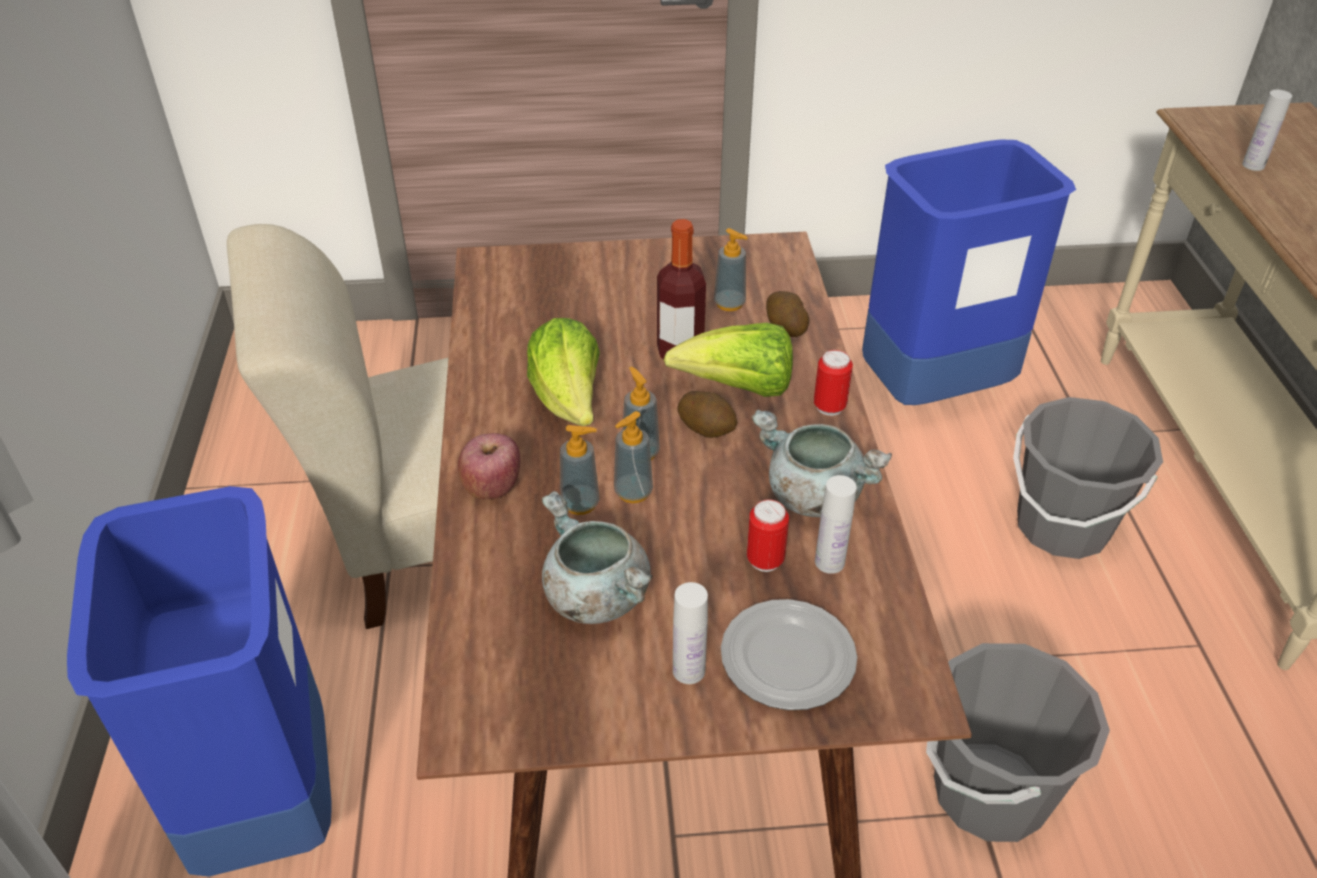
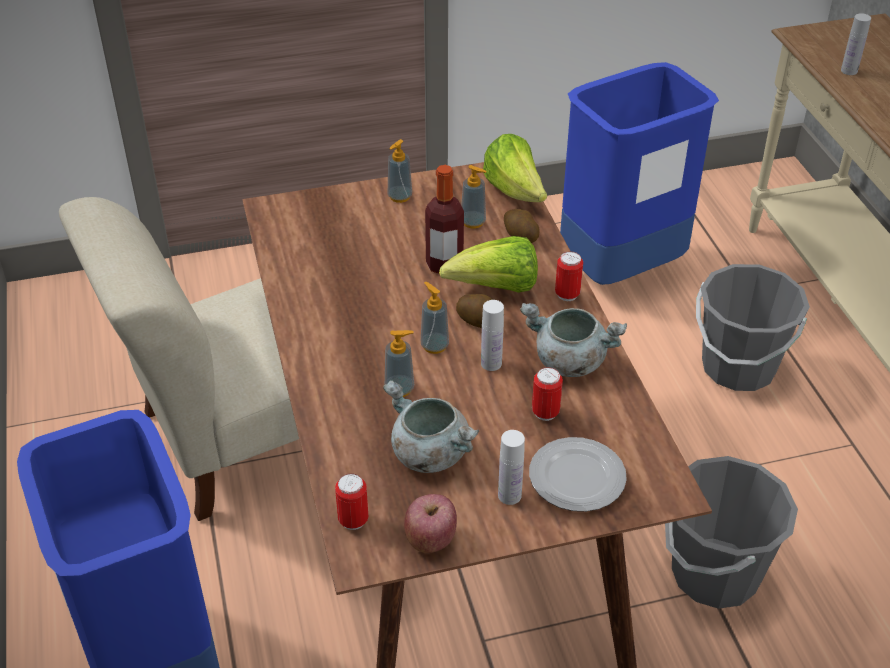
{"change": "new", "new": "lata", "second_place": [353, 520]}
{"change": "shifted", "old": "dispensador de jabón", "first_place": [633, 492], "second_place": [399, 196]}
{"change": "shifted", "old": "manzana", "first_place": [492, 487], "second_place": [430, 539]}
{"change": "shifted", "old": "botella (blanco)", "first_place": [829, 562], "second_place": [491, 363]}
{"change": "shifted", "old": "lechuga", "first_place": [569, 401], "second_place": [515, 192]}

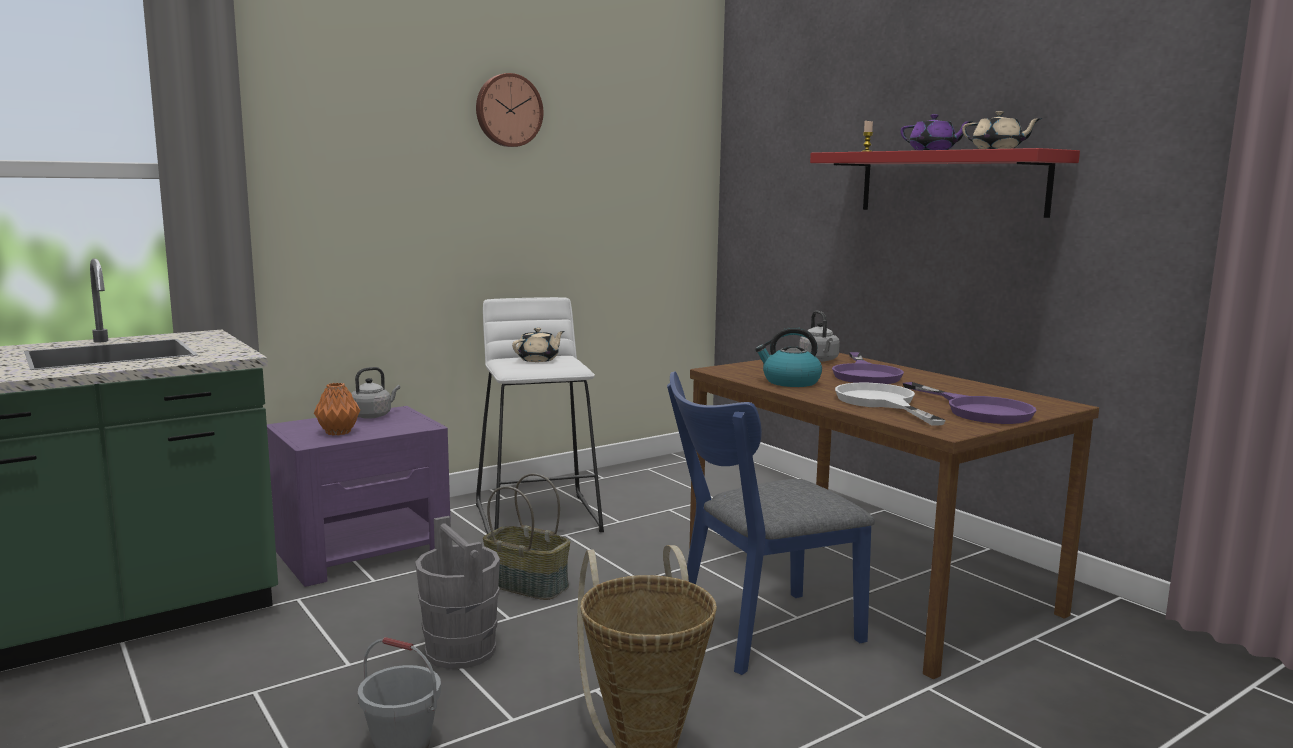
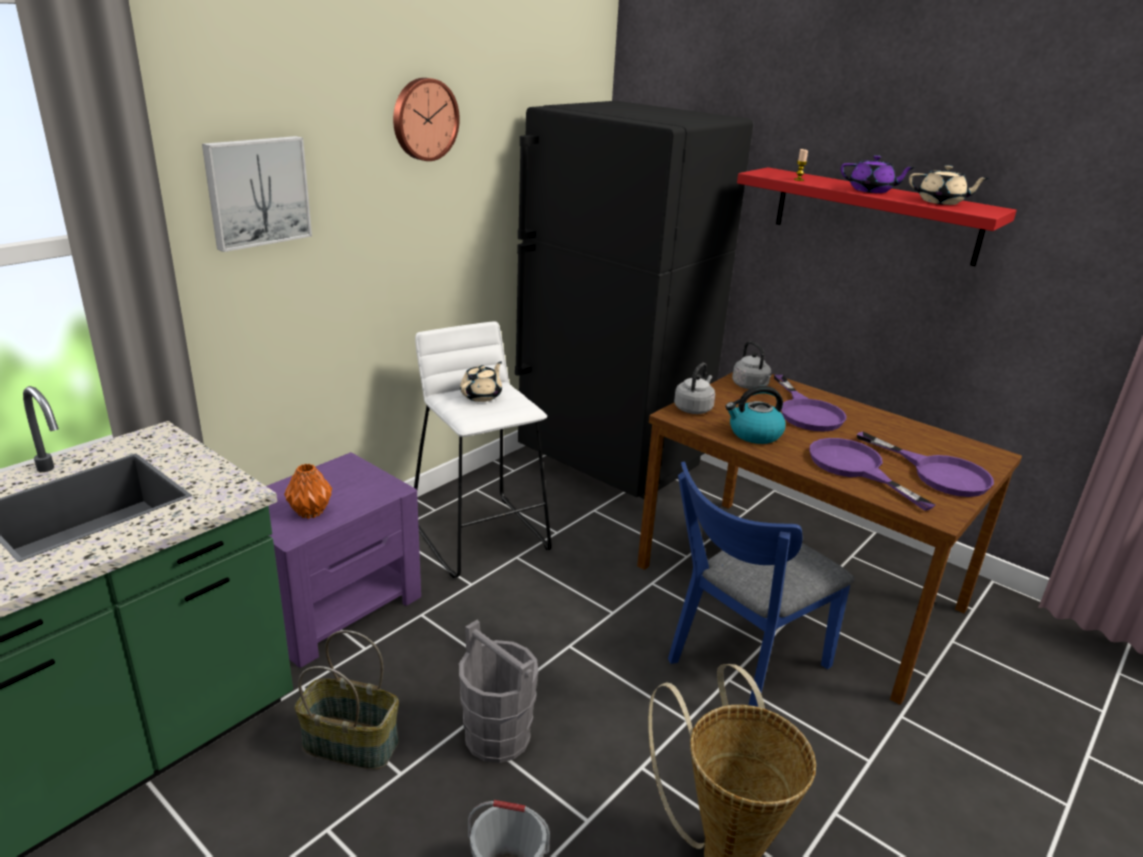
{"change": "new", "new": "cuadro", "second_place": [257, 191]}
{"change": "shifted", "old": "cesta", "first_place": [528, 585], "second_place": [352, 743]}
{"change": "new", "new": "nevera (negro)", "second_place": [611, 460]}
{"change": "shifted", "old": "hervidor (gris)", "first_place": [373, 415], "second_place": [694, 408]}
{"change": "repainted", "old": "sartén (blanco)", "new": "sartén (morado)", "first_place": [881, 403], "second_place": [854, 468]}

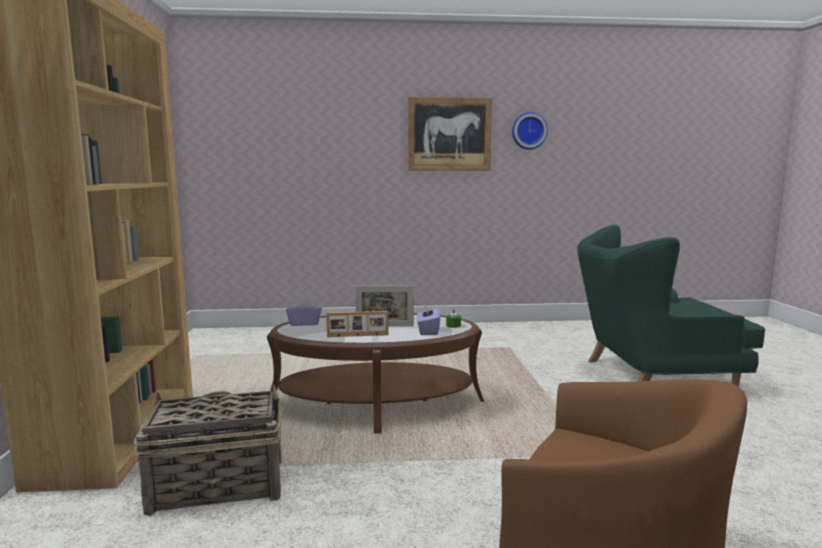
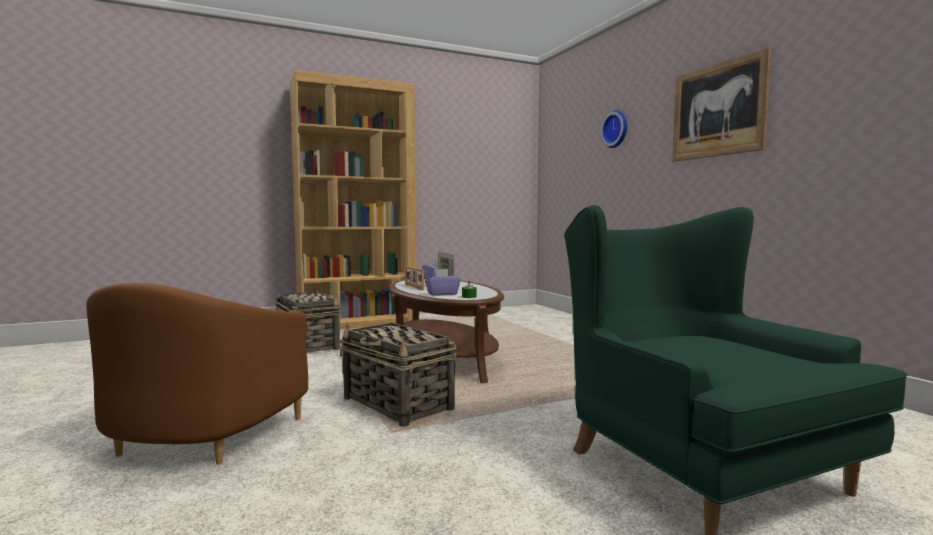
{"change": "new", "new": "cesta", "second_place": [398, 404]}
{"change": "shifted", "old": "reloj de pared", "first_place": [528, 131], "second_place": [616, 129]}

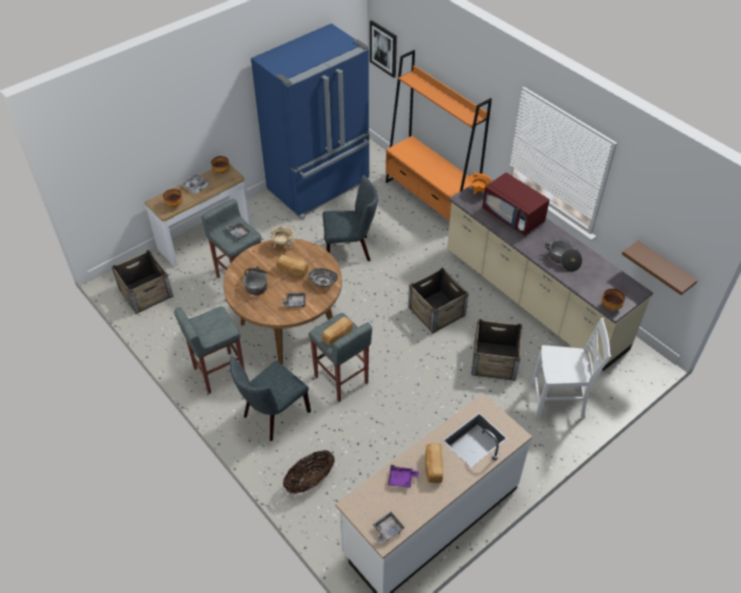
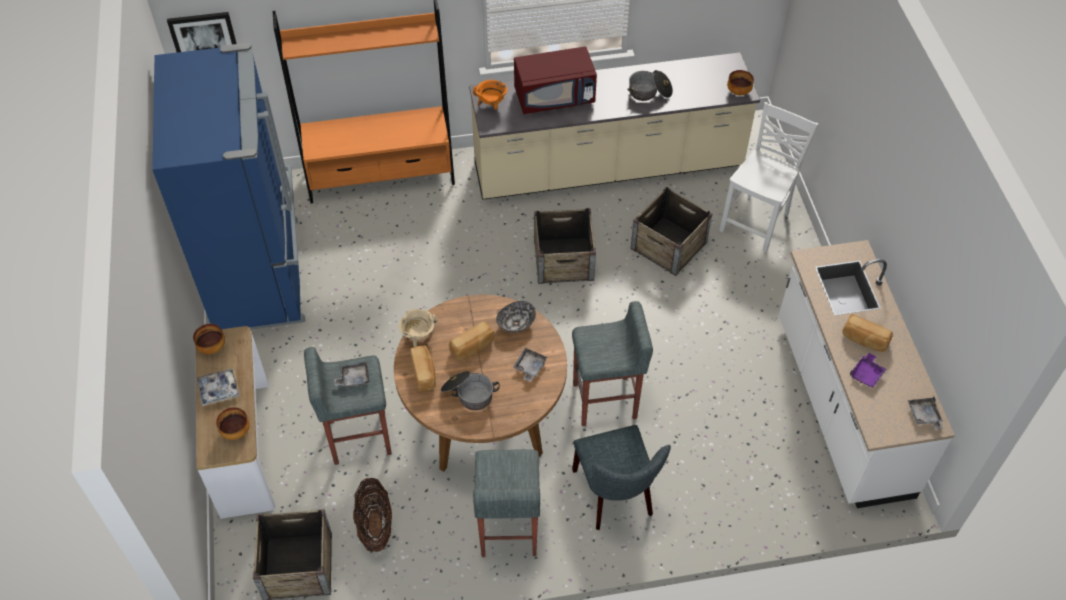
{"change": "shifted", "old": "cesta", "first_place": [310, 481], "second_place": [375, 525]}
{"change": "shifted", "old": "pan", "first_place": [338, 336], "second_place": [424, 373]}
{"change": "gone", "old": "silla (gris)", "first_place": [350, 249]}
{"change": "gone", "old": "estante (marrón)", "first_place": [664, 268]}

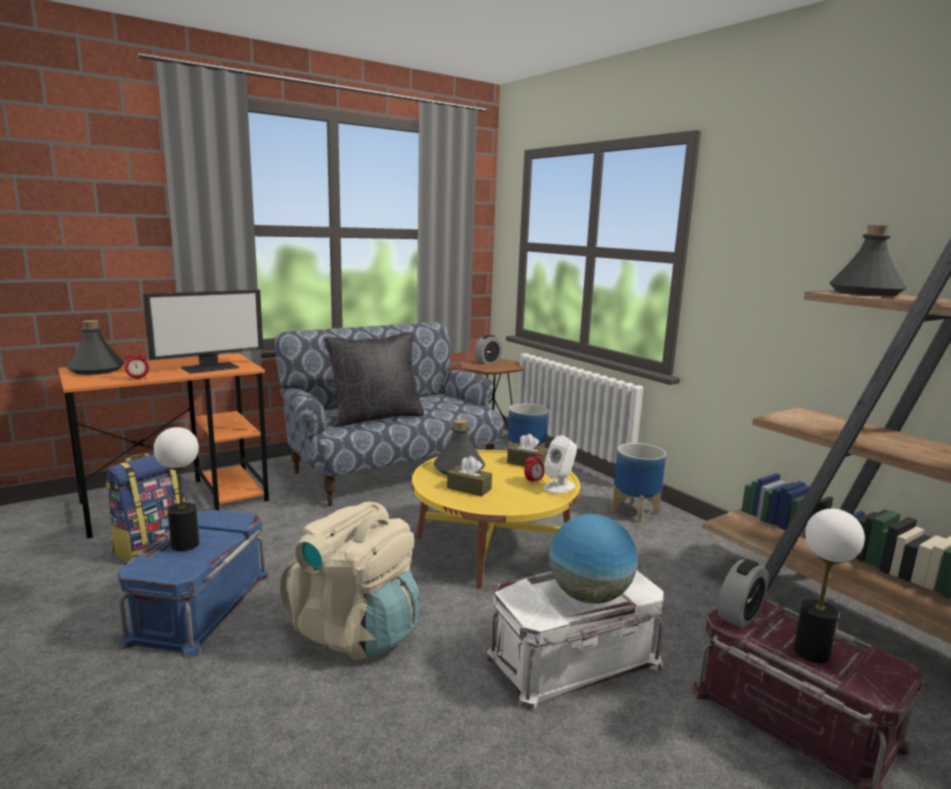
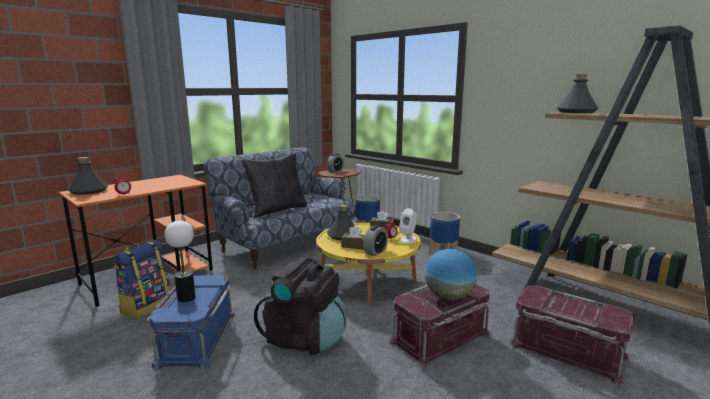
{"change": "repainted", "old": "mochila (beis)", "new": "mochila (negro)", "first_place": [356, 631], "second_place": [305, 339]}
{"change": "shifted", "old": "despertador", "first_place": [740, 615], "second_place": [375, 252]}
{"change": "repainted", "old": "caja de almacenaje (blanco)", "new": "caja de almacenaje (rojo)", "first_place": [574, 662], "second_place": [441, 338]}
{"change": "gone", "old": "monitor", "first_place": [210, 367]}
{"change": "gone", "old": "lámpara de mesa", "first_place": [810, 652]}

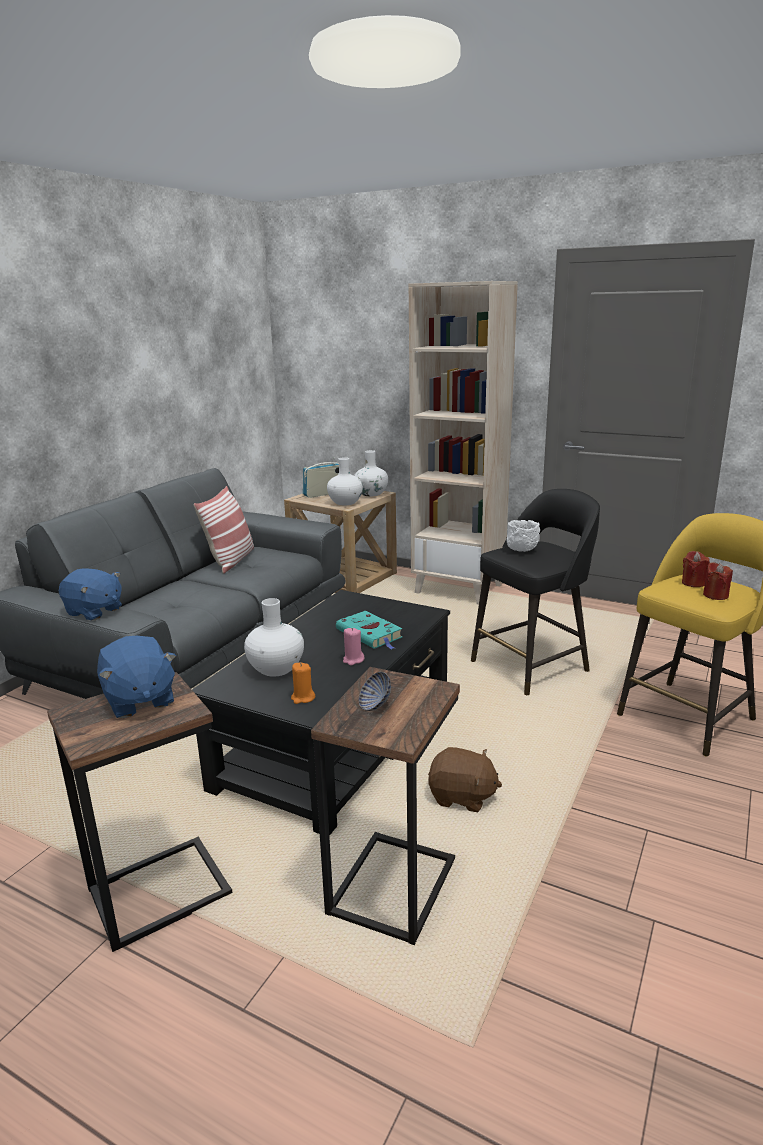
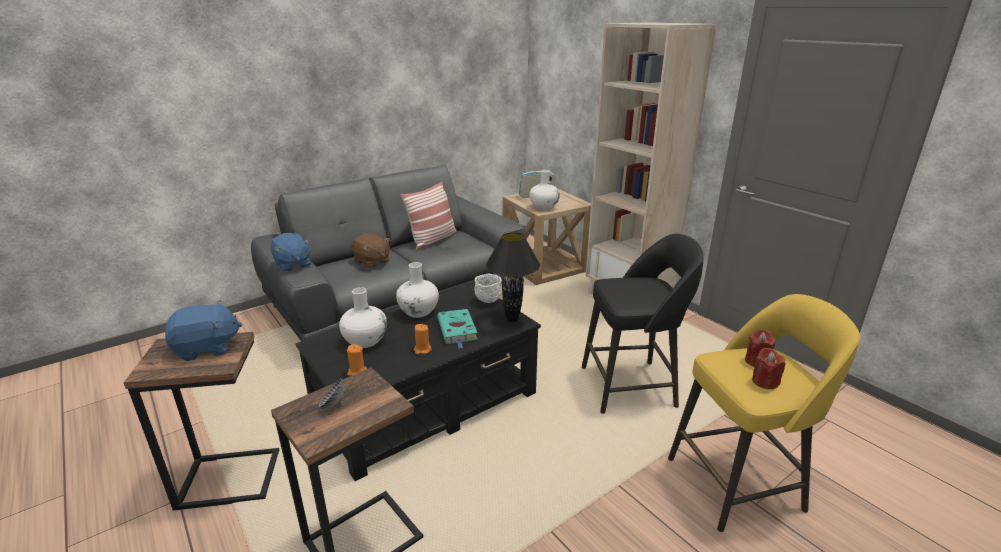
{"change": "rotated", "old": "peluche (azul)", "first_place": [139, 700], "second_place": [207, 348], "degrees": -105}
{"change": "shifted", "old": "peluche (marrón)", "first_place": [462, 797], "second_place": [372, 262]}
{"change": "shifted", "old": "florero (blanco)", "first_place": [371, 494], "second_place": [418, 312]}
{"change": "repainted", "old": "vela (rosa)", "new": "vela (naranja)", "first_place": [353, 660], "second_place": [422, 349]}
{"change": "shifted", "old": "cuenco (blanco)", "first_place": [521, 551], "second_place": [487, 301]}
{"change": "new", "new": "lámpara de mesa (negro)", "second_place": [511, 320]}

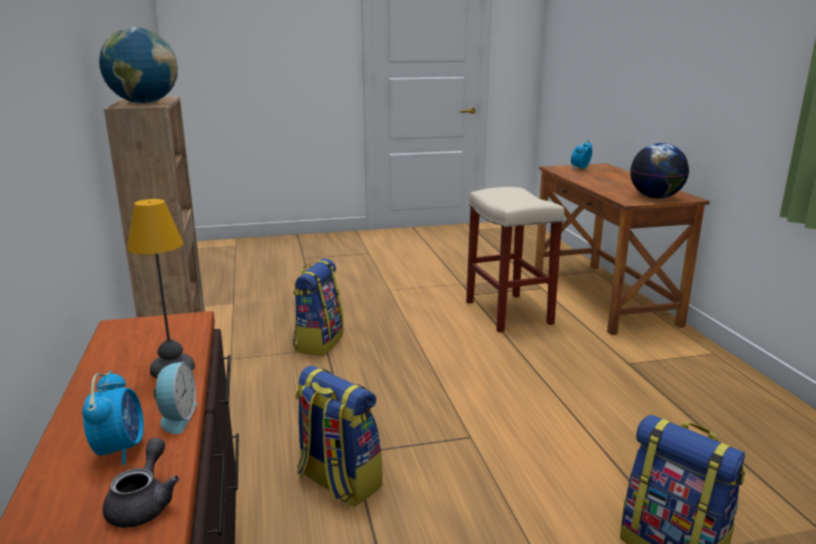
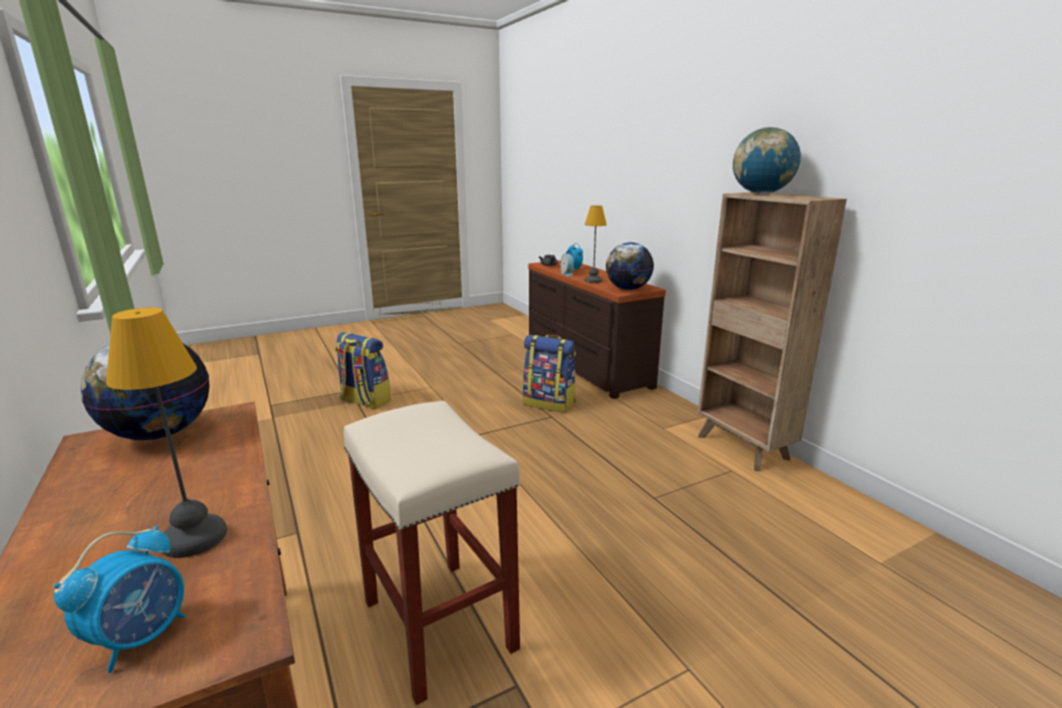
{"change": "new", "new": "lámpara de mesa", "second_place": [193, 537]}
{"change": "new", "new": "globo terráqueo", "second_place": [627, 289]}
{"change": "gone", "old": "mochila", "first_place": [318, 342]}

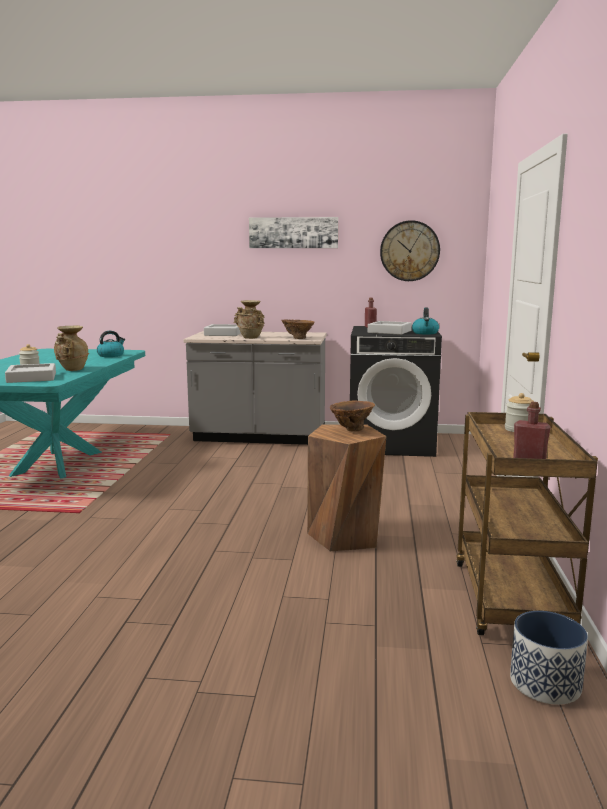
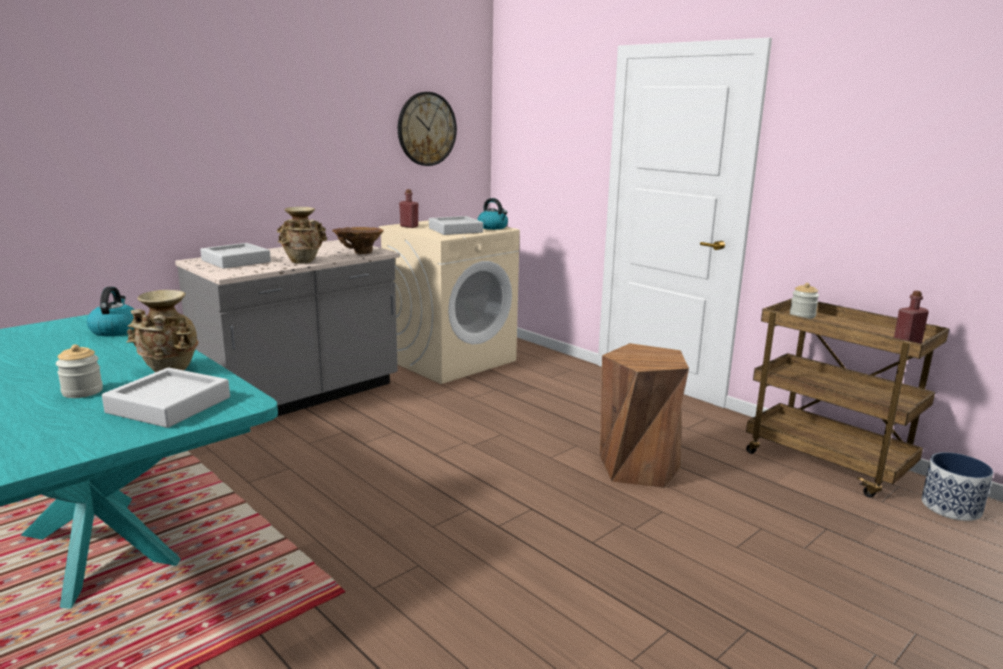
{"change": "repainted", "old": "lavadora (negro)", "new": "lavadora (beis)", "first_place": [392, 444], "second_place": [450, 359]}
{"change": "gone", "old": "cuadro", "first_place": [293, 232]}
{"change": "gone", "old": "florero (marrón)", "first_place": [351, 430]}

